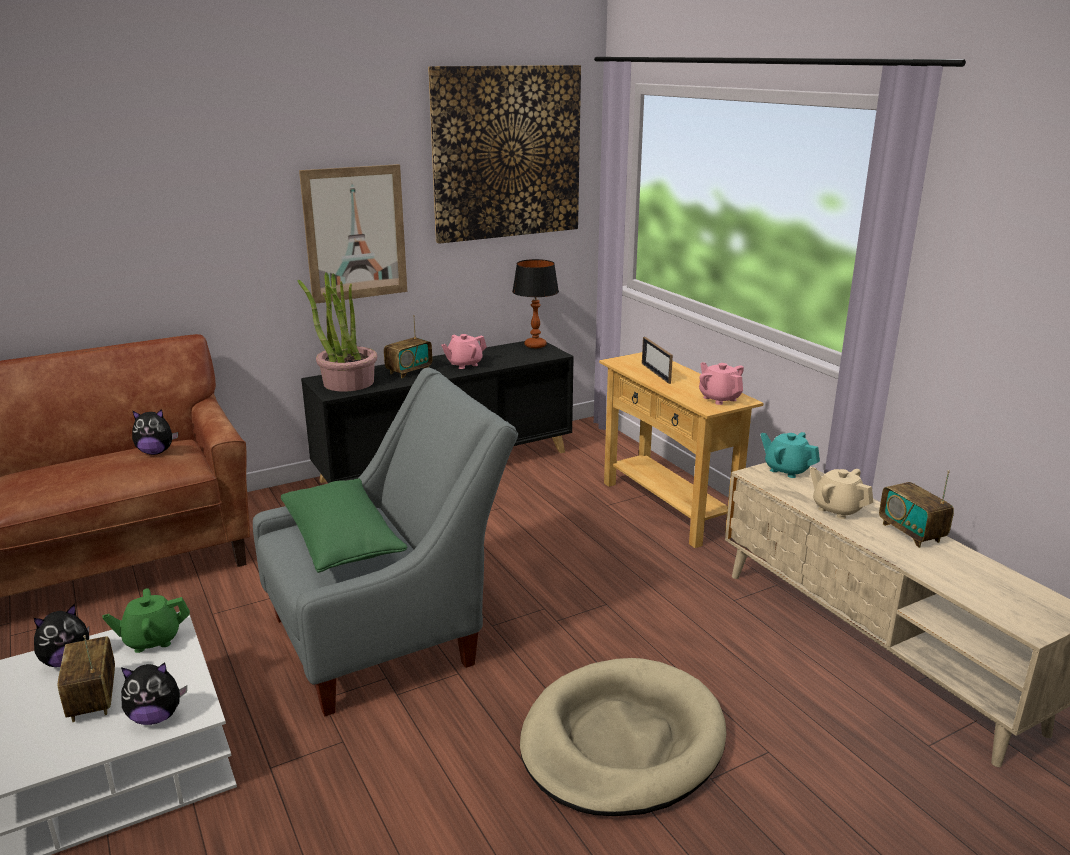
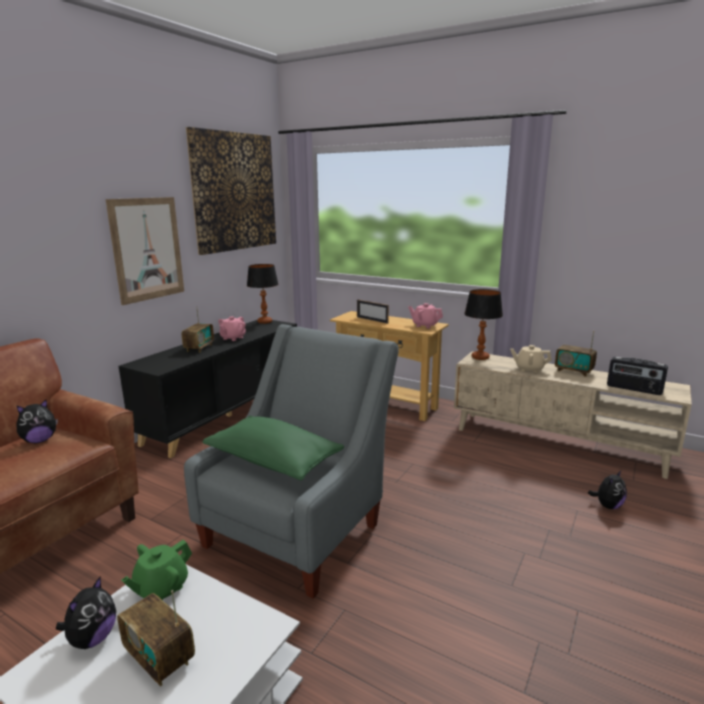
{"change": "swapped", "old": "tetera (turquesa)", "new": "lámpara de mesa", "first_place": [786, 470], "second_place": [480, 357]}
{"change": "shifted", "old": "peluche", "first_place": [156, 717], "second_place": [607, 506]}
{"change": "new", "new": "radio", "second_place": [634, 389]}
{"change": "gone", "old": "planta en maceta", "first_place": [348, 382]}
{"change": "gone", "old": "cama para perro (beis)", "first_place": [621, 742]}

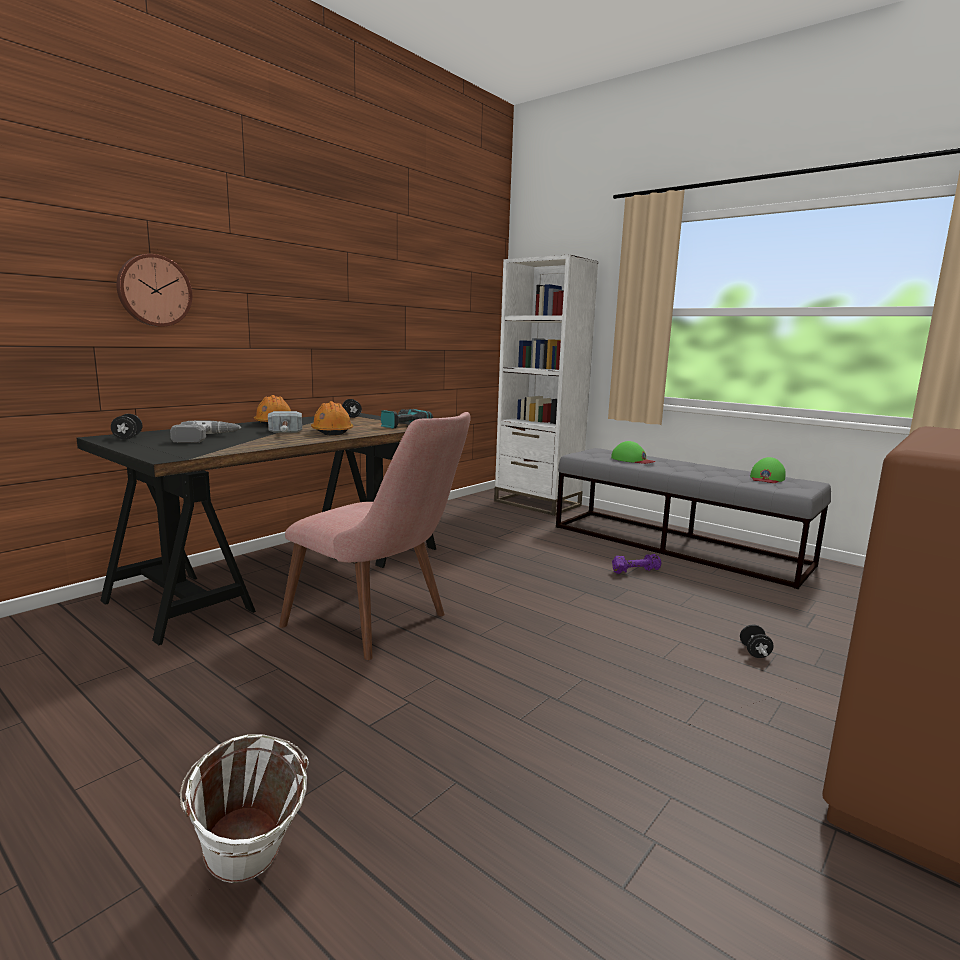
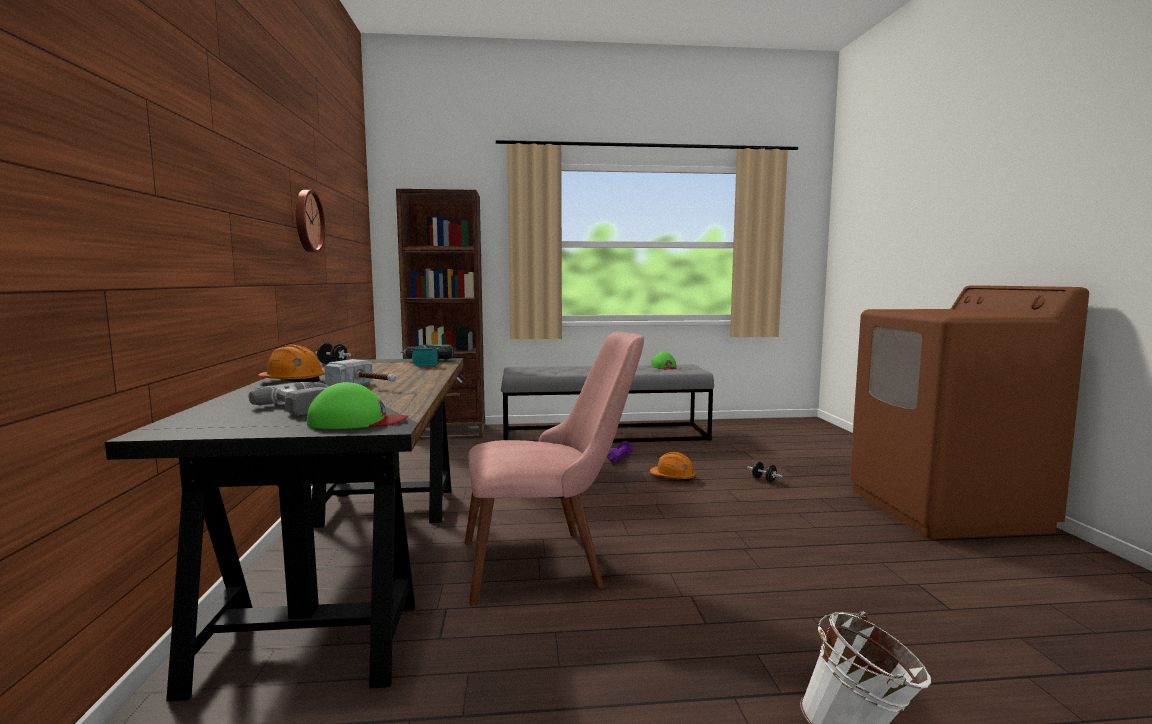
{"change": "shifted", "old": "reloj de pared", "first_place": [154, 290], "second_place": [307, 221]}
{"change": "shifted", "old": "gorra (verde)", "first_place": [632, 460], "second_place": [356, 421]}
{"change": "repainted", "old": "estantería (blanco)", "new": "estantería (marrón)", "first_place": [537, 503], "second_place": [447, 432]}
{"change": "shifted", "old": "casco (naranja)", "first_place": [332, 432], "second_place": [673, 477]}
{"change": "gone", "old": "mancuerna (negro)", "first_place": [128, 437]}

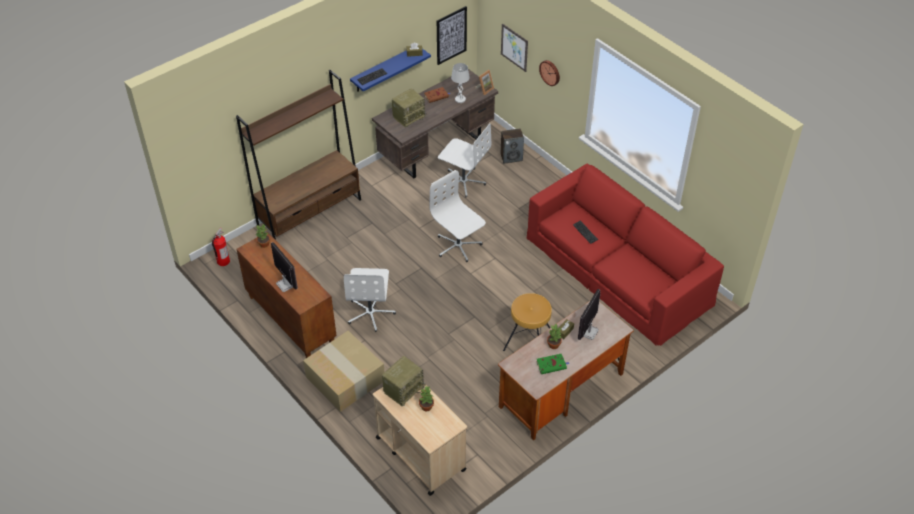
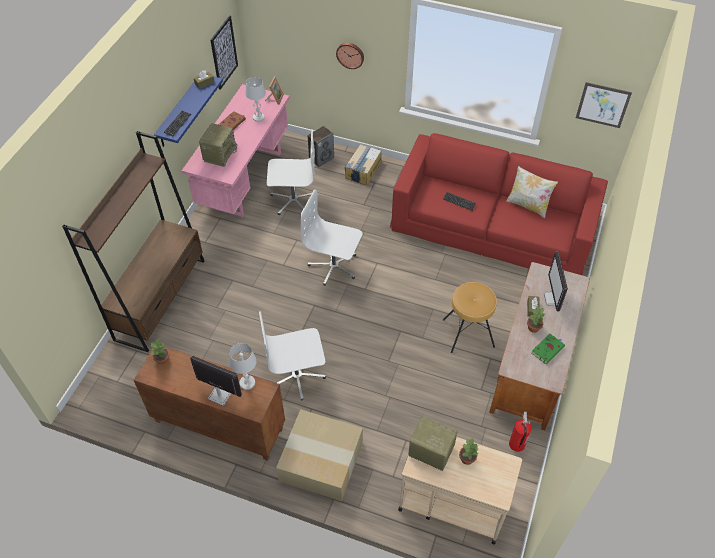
{"change": "repainted", "old": "escritorio (marrón)", "new": "escritorio (rosa)", "first_place": [436, 149], "second_place": [245, 179]}
{"change": "new", "new": "lámpara de mesa (blanco)", "second_place": [247, 383]}
{"change": "rotated", "old": "silla de oficina (blanco)", "first_place": [371, 313], "second_place": [297, 376], "degrees": 105}
{"change": "new", "new": "caja de cartón", "second_place": [363, 170]}
{"change": "rotated", "old": "radio", "first_place": [403, 389], "second_place": [430, 451], "degrees": -75}
{"change": "new", "new": "cojín", "second_place": [528, 205]}
{"change": "shifted", "old": "extintor", "first_place": [223, 261], "second_place": [516, 445]}
{"change": "shifted", "old": "cuadro", "first_place": [514, 47], "second_place": [603, 105]}

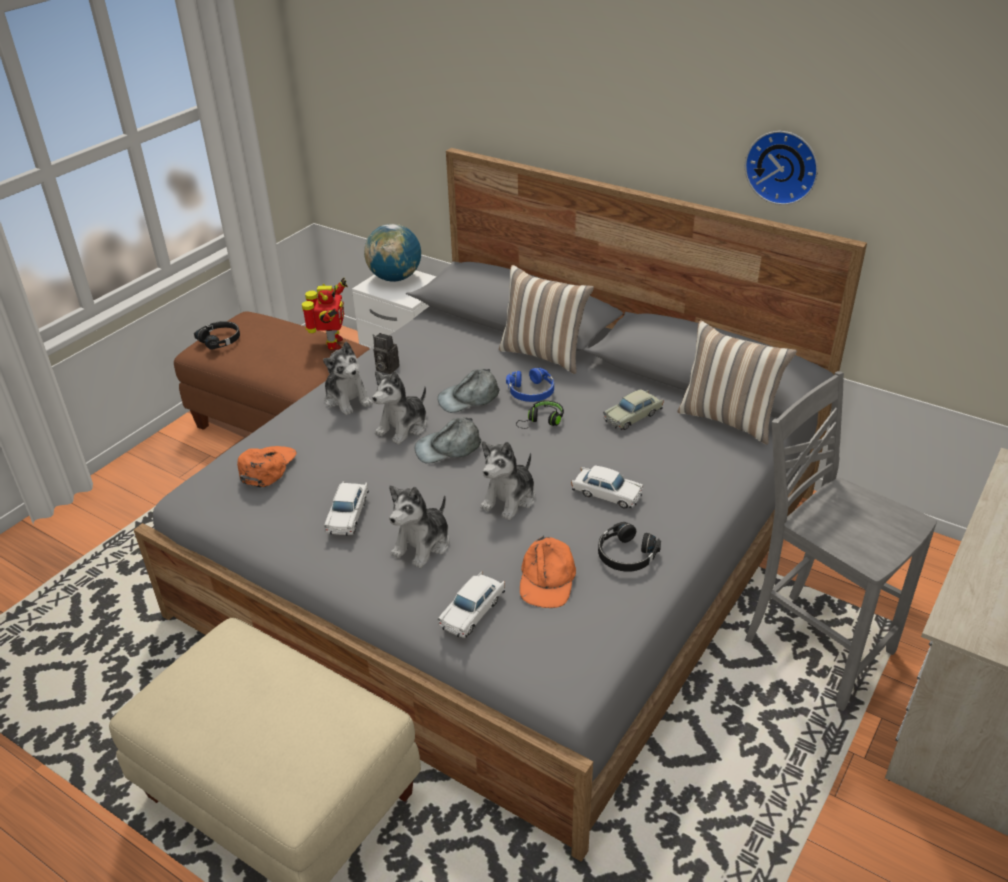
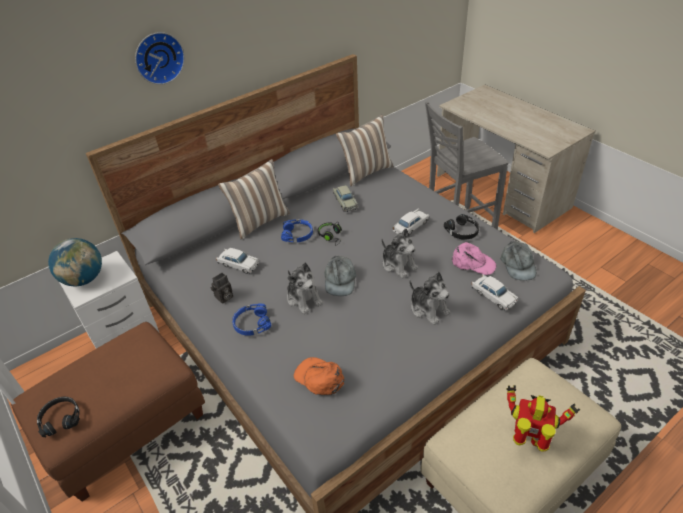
{"change": "shifted", "old": "reloj de pared", "first_place": [783, 166], "second_place": [158, 57]}
{"change": "shifted", "old": "coche de juguete (blanco)", "first_place": [348, 514], "second_place": [238, 264]}
{"change": "swapped", "old": "peluche", "new": "auriculares (azul)", "first_place": [347, 399], "second_place": [251, 324]}
{"change": "repainted", "old": "gorra (naranja)", "new": "gorra (rosa)", "first_place": [547, 579], "second_place": [473, 263]}
{"change": "shifted", "old": "gorra (gris)", "first_place": [469, 398], "second_place": [518, 265]}
{"change": "shifted", "old": "robot de juguete", "first_place": [332, 344], "second_place": [528, 441]}

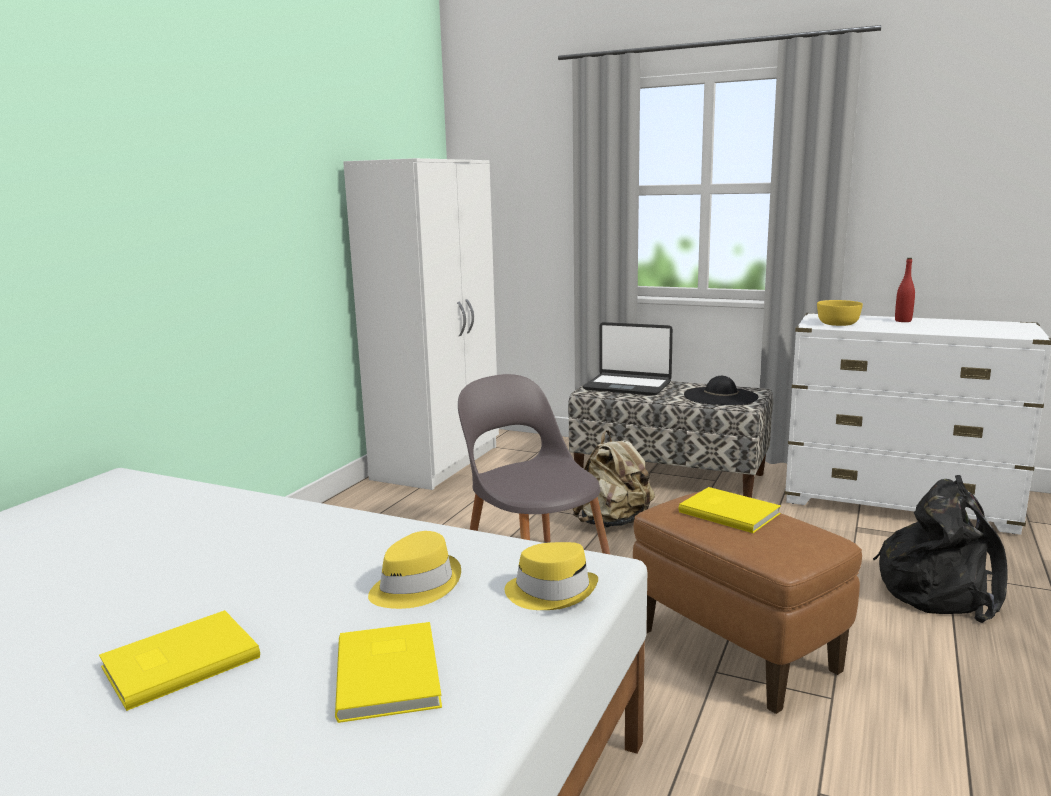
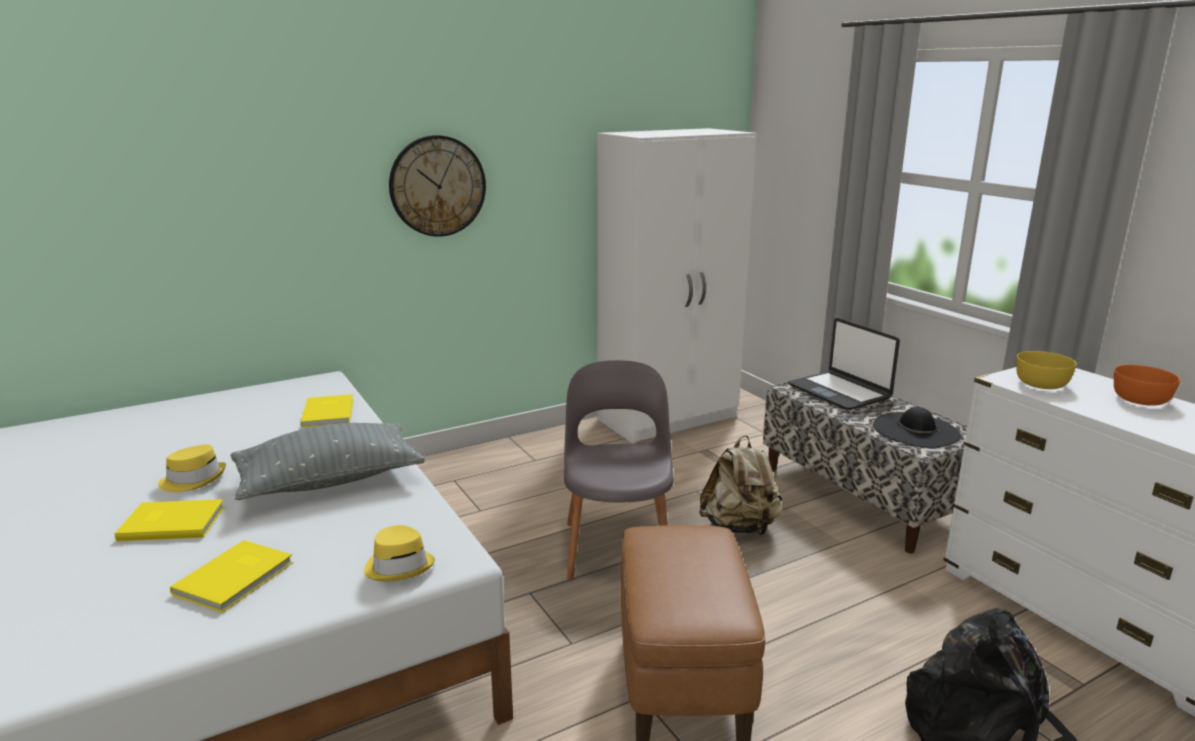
{"change": "shifted", "old": "sombrero (amarillo)", "first_place": [415, 586], "second_place": [193, 479]}
{"change": "new", "new": "cojín (gris)", "second_place": [329, 481]}
{"change": "shifted", "old": "libro (amarillo)", "first_place": [729, 511], "second_place": [330, 412]}
{"change": "new", "new": "reloj de pared", "second_place": [437, 186]}
{"change": "swapped", "old": "botella (rojo)", "new": "cuenco (naranja)", "first_place": [903, 321], "second_place": [1141, 400]}

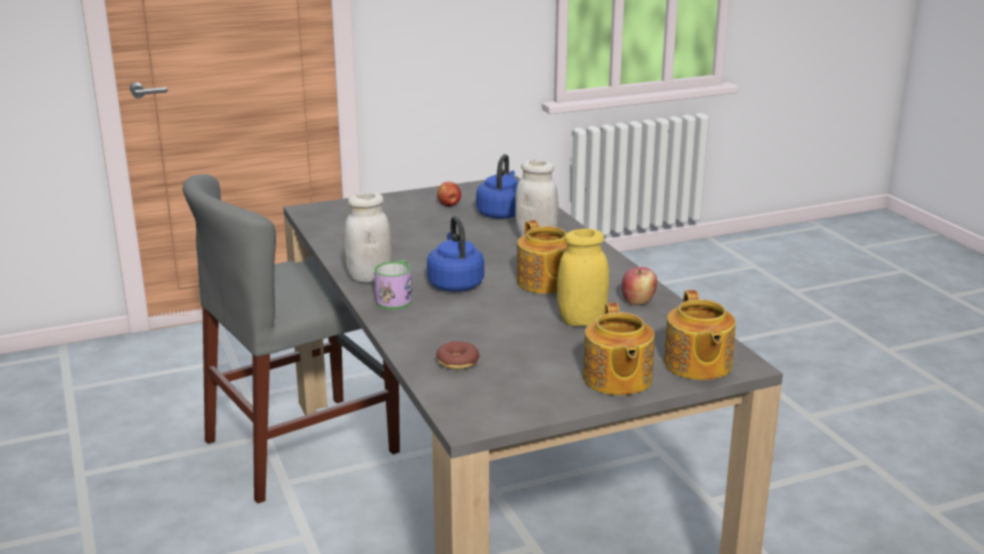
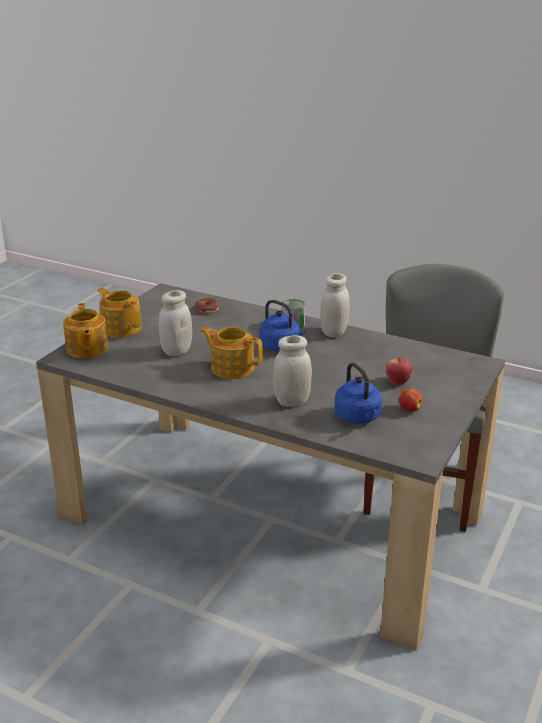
{"change": "rotated", "old": "tetera", "first_place": [697, 365], "second_place": [86, 349], "degrees": -150}
{"change": "repainted", "old": "tarro (amarillo)", "new": "tarro (blanco)", "first_place": [581, 321], "second_place": [176, 351]}
{"change": "shifted", "old": "manzana", "first_place": [637, 302], "second_place": [397, 382]}

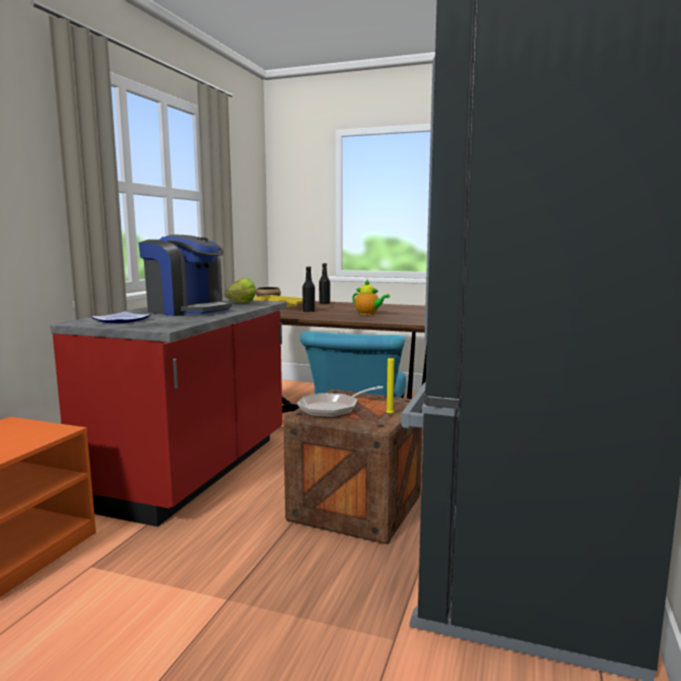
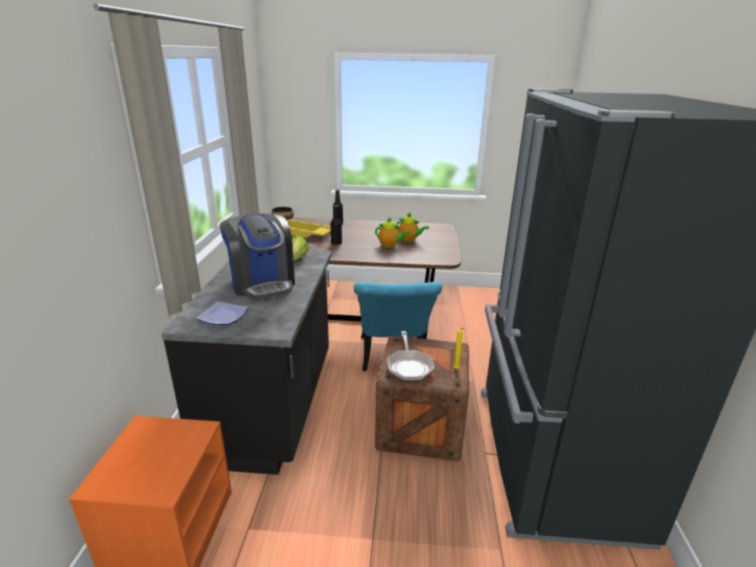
{"change": "repainted", "old": "mueble bajo de cocina (rojo)", "new": "mueble bajo de cocina (negro)", "first_place": [194, 471], "second_place": [273, 405]}
{"change": "rotated", "old": "cafetera", "first_place": [187, 310], "second_place": [262, 283], "degrees": 45}
{"change": "rotated", "old": "sartén", "first_place": [333, 409], "second_place": [409, 366], "degrees": -45}
{"change": "new", "new": "tetera", "second_place": [409, 239]}

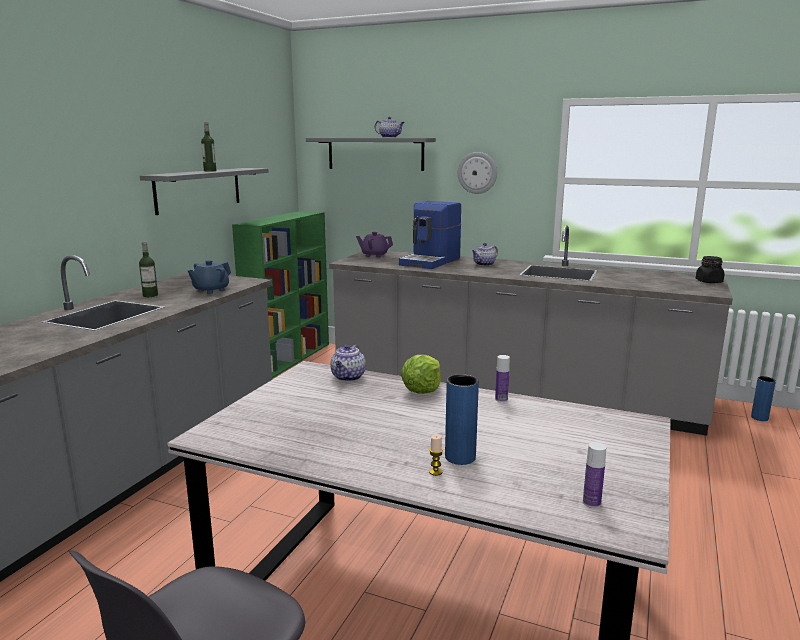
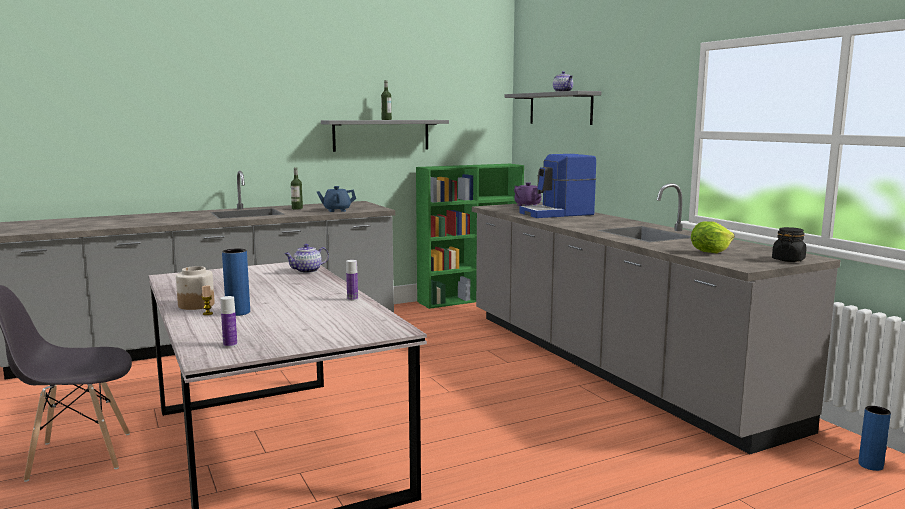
{"change": "new", "new": "tarro", "second_place": [196, 305]}
{"change": "shifted", "old": "lechuga", "first_place": [422, 390], "second_place": [710, 252]}
{"change": "gone", "old": "reloj de pared", "first_place": [477, 173]}
{"change": "gone", "old": "tetera", "first_place": [484, 264]}

